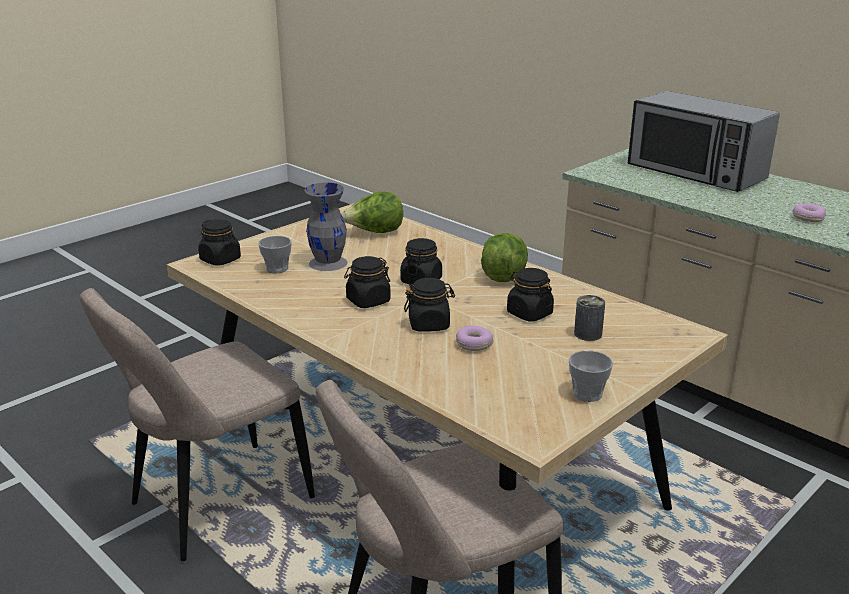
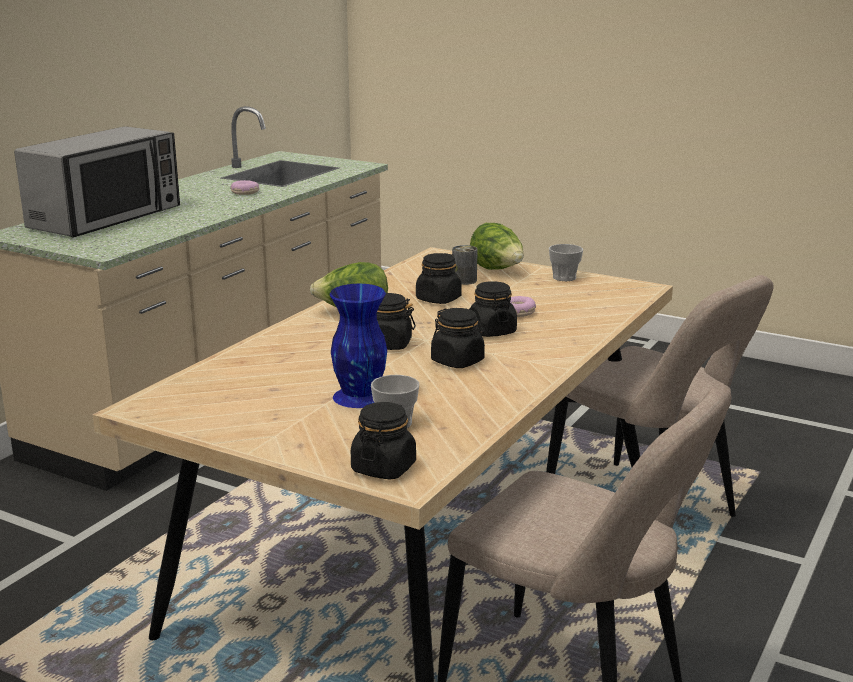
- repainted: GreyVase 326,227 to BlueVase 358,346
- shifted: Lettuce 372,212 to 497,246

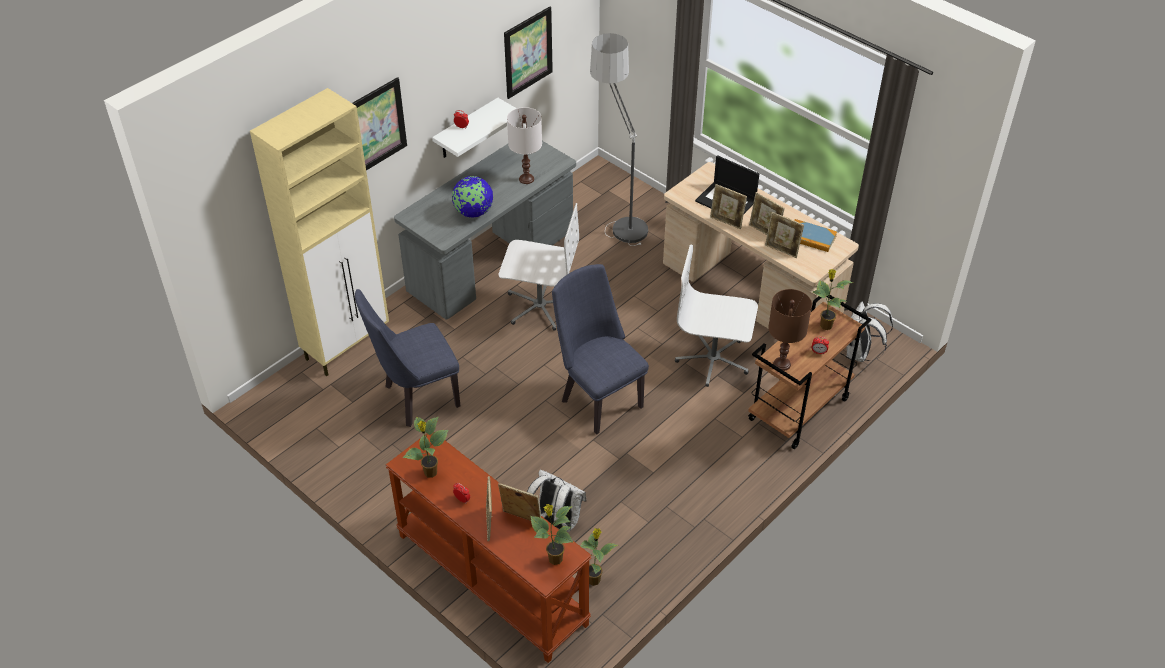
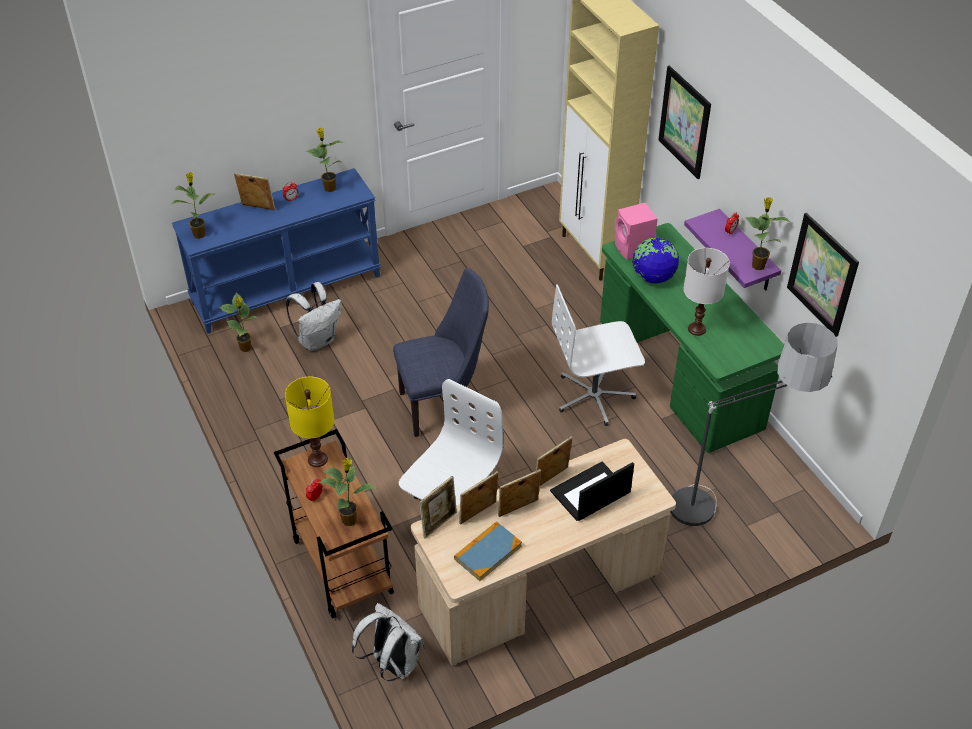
- repainted: BrownConsoleTable 489,547 to BlueConsoleTable 276,251
- repainted: BrownTableLamp 790,330 to YellowTableLamp 309,422
- shifted: PictureFrame 519,502 to 438,507
- rotated: WhiteOfficeChair 539,267 = 598,355 45 degrees clockwise
- repainted: GreyDesk 485,230 to GreenDesk 692,338
- new: PinkSpeaker 636,231
- repainted: WhiteShelf 474,128 to PurpleShelf 732,249
- new: PottedPlant 768,233
- gone: BlueChair 407,358

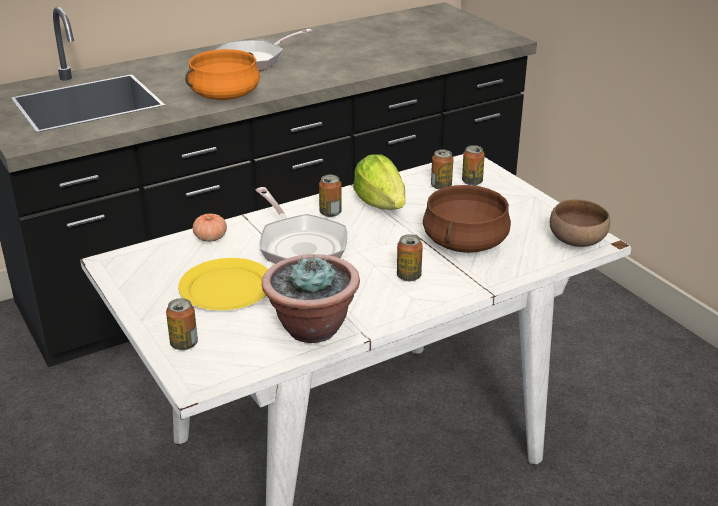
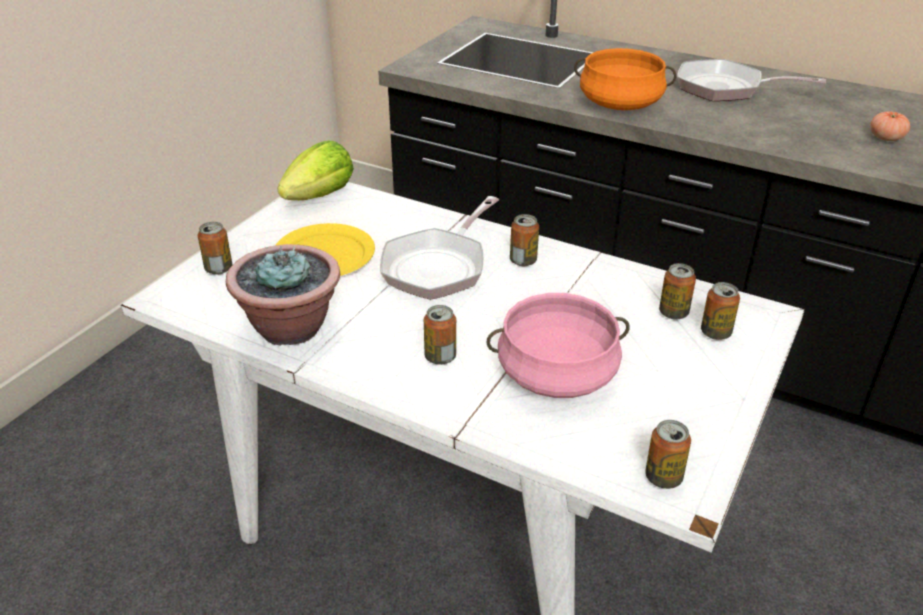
- shifted: Lettuce 379,182 to 315,170
- repainted: BrownCookingPot 467,219 to PinkCookingPot 558,345
- swapped: BrownBowl 580,223 to Can 668,454
- shifted: Tomato 210,228 to 890,126

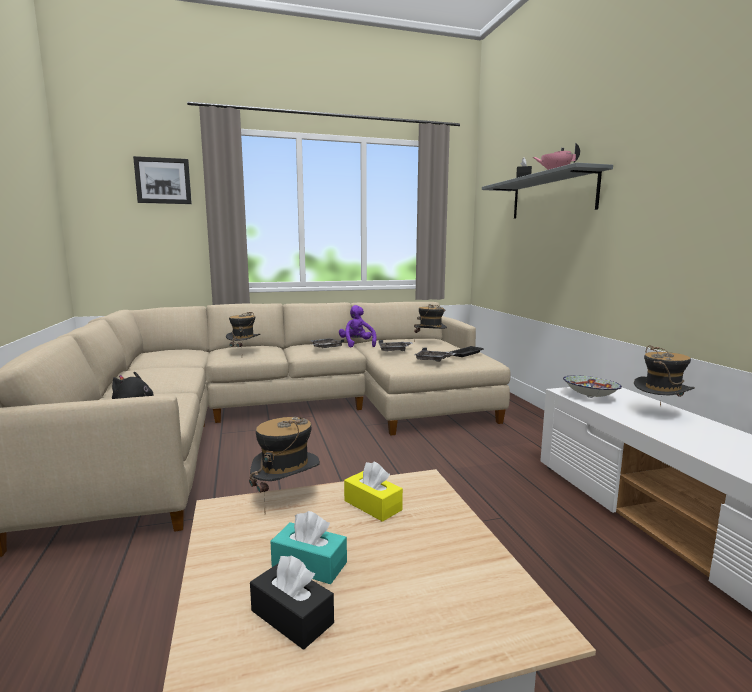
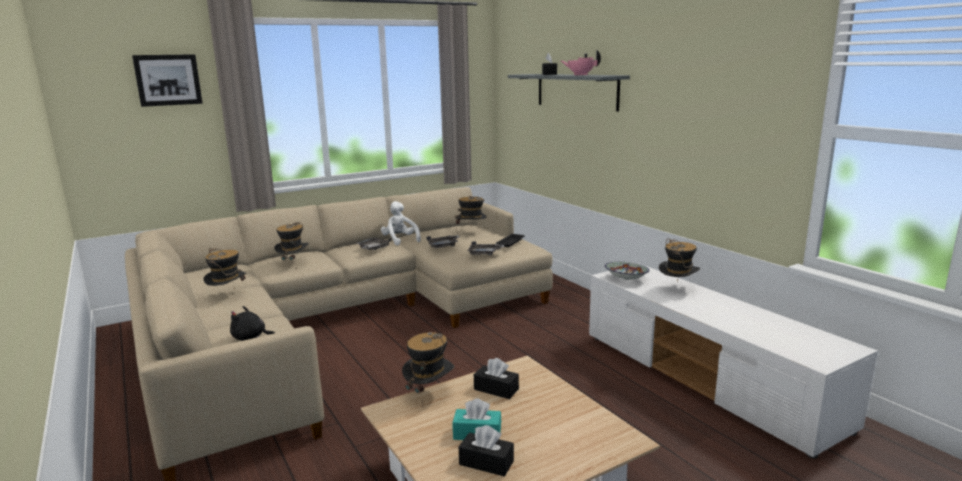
- new: Hat 225,268
- repainted: PurplePlushToy 357,326 to WhitePlushToy 401,223
- repainted: YellowTissueBox 373,491 to BlackTissueBox 496,378

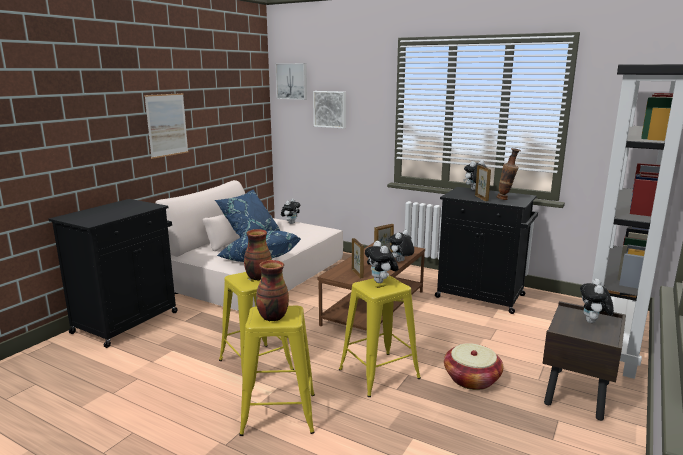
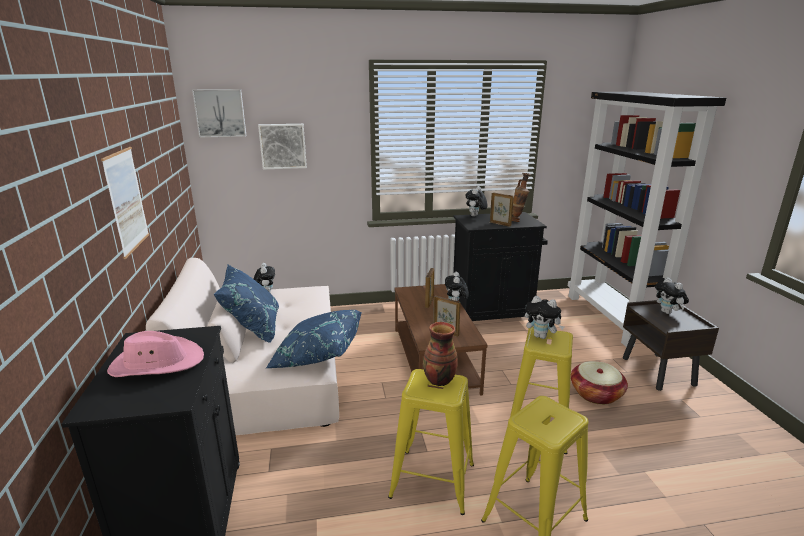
- new: PinkHat 155,354
- gone: Vase 272,290

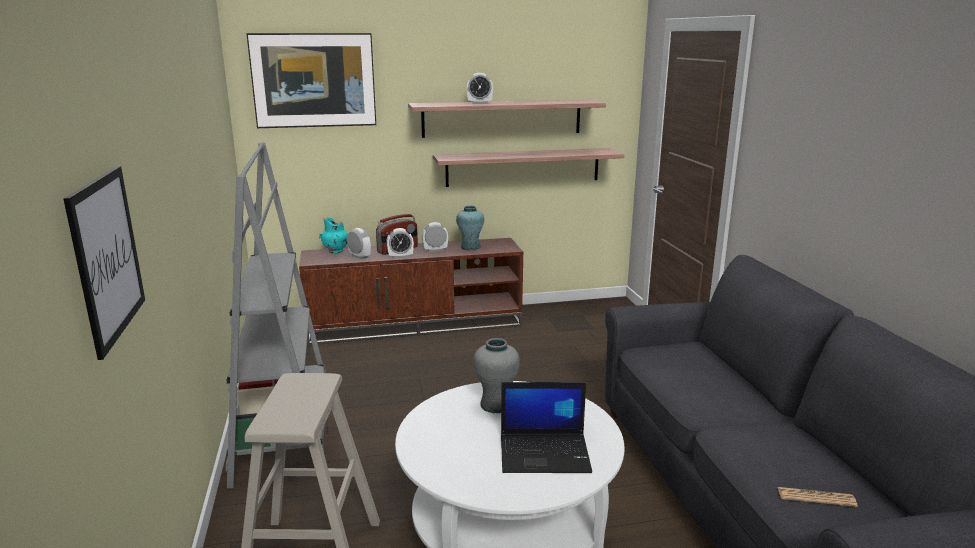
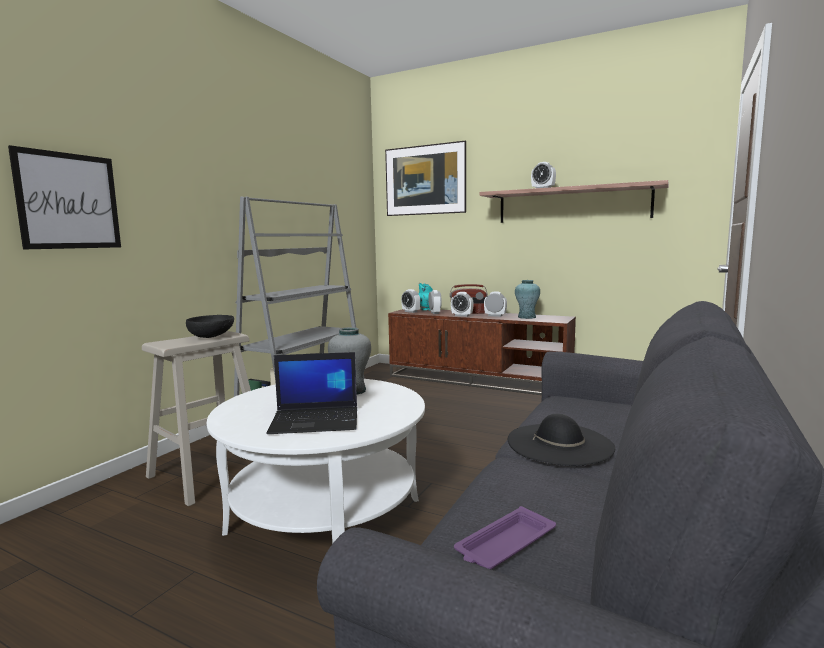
- new: BlackBowl 210,326
- rotated: Laptop 546,427 = 311,393 45 degrees counterclockwise
- new: AlarmClock 410,301
- swapped: Newspaper 817,497 to PurpleTray 505,537
- new: BlackHat 561,440
- gone: Shelf 529,167

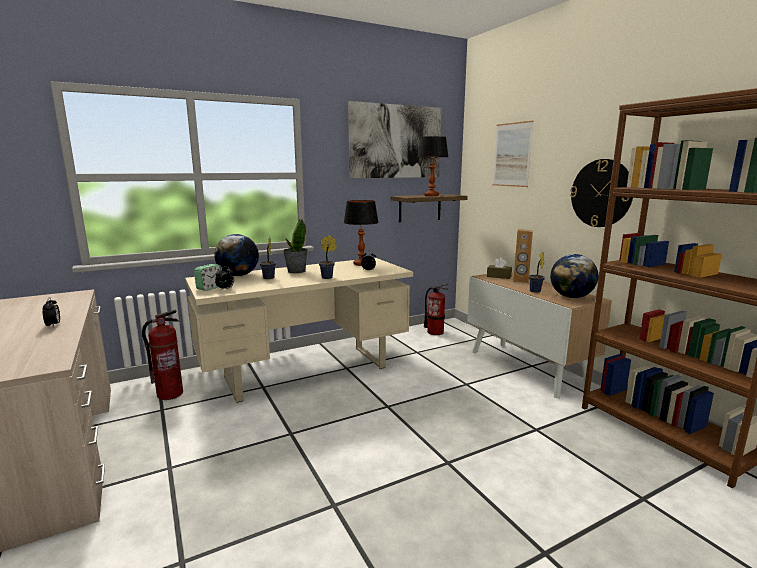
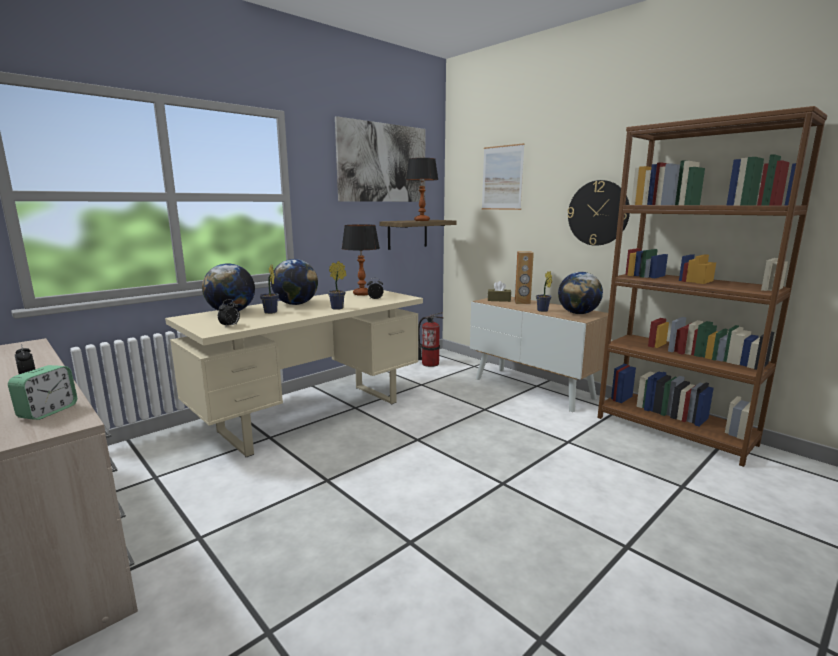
- shifted: AlarmClock 208,277 to 42,392
- swapped: PottedPlant 295,246 to Globe 294,282
- gone: FireExtinguisher 162,354

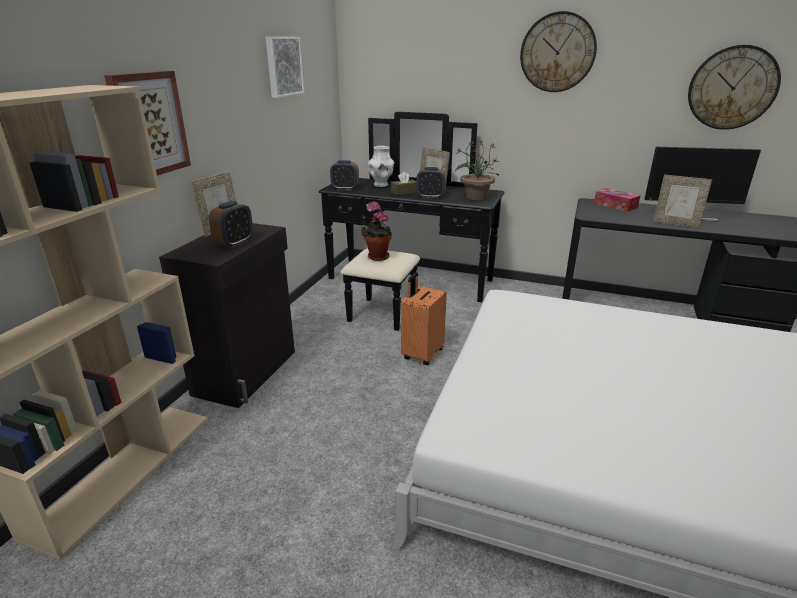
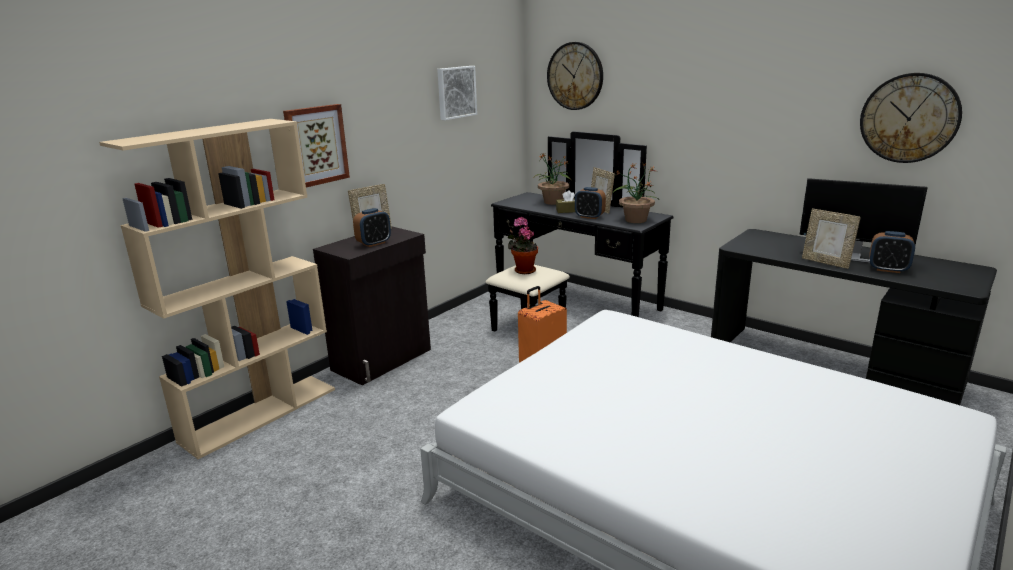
- swapped: WhiteVase 381,166 to PottedPlant 552,179
- shifted: WallClock 558,51 to 575,76
- shifted: AlarmClock 344,175 to 892,252
- gone: TissueBox 617,200

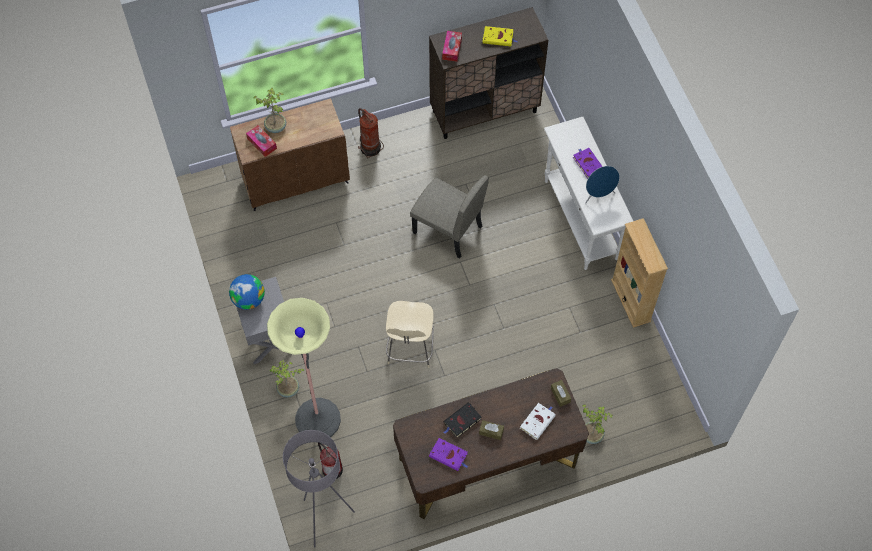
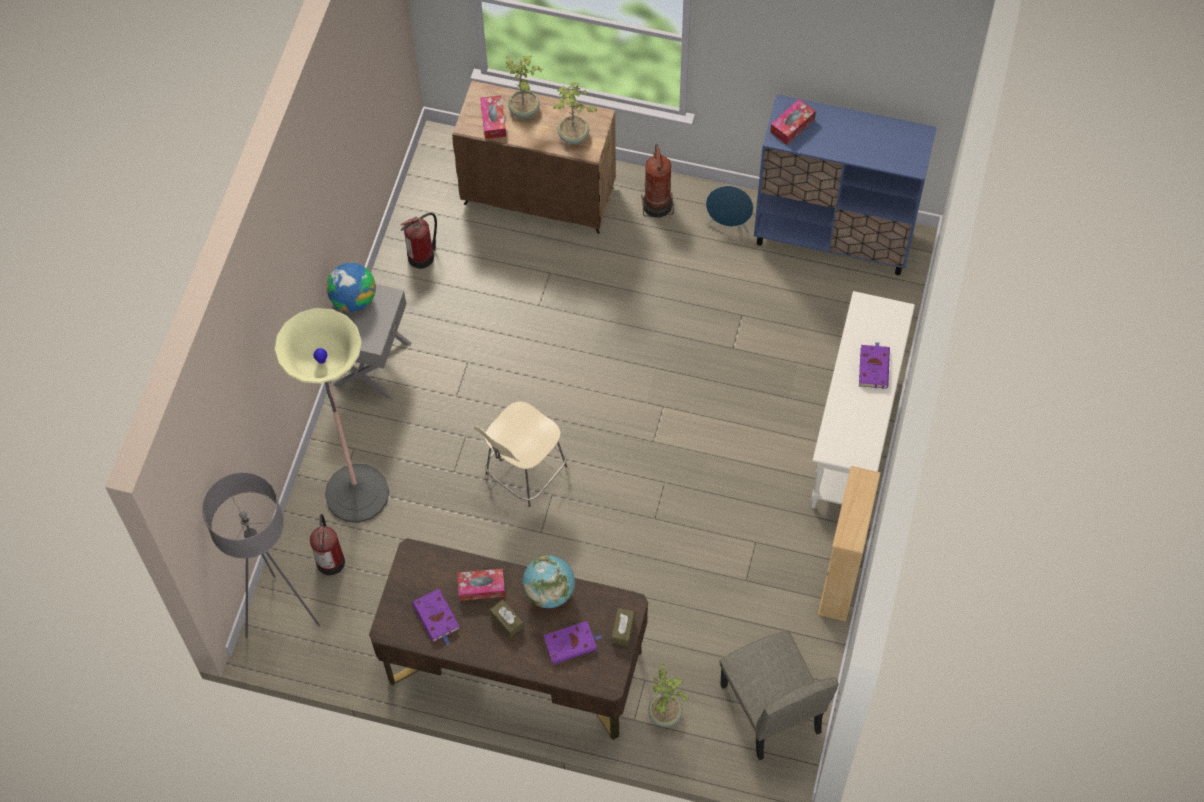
- new: FireExtinguisher 418,240
- swapped: BlackBook 462,420 to TissueBox 481,585
- new: Globe 549,582
- repainted: WhiteBook 538,421 to PurpleBook 572,642
- shifted: PottedPlant 287,379 to 575,113
- shifted: BlueSpeaker 602,184 to 730,209
- shifted: BeigeChair 449,216 to 779,695
- repainted: BrownCabinet 488,73 to BlueCabinet 845,184
- gone: YellowBook 500,36

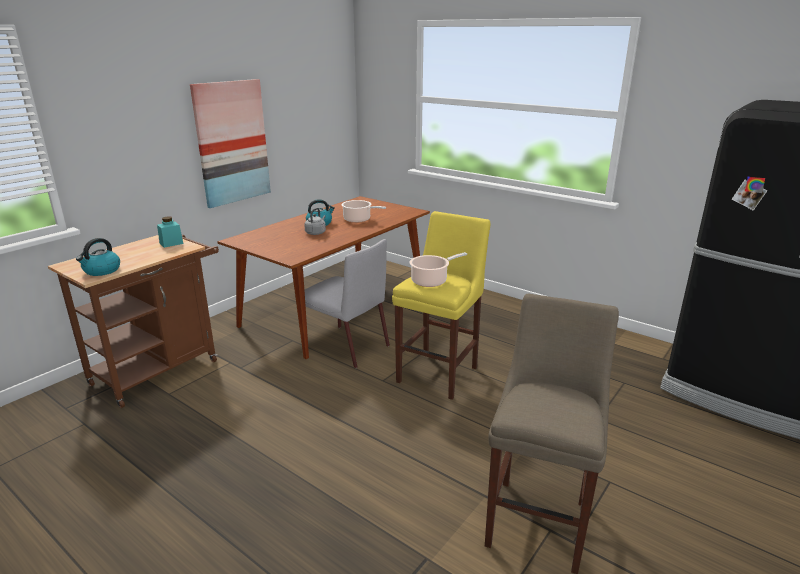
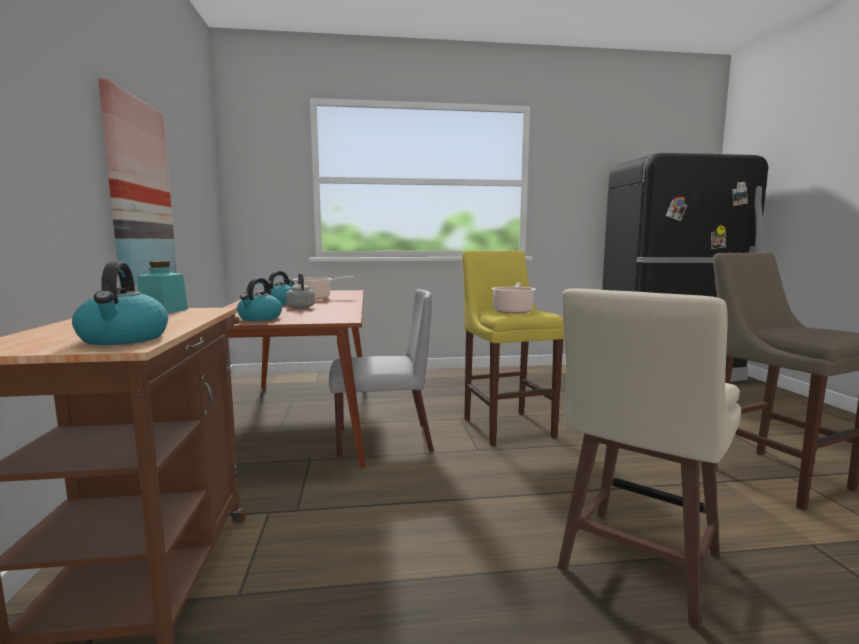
- new: Kettle 259,299
- new: BeigeStool 649,458

